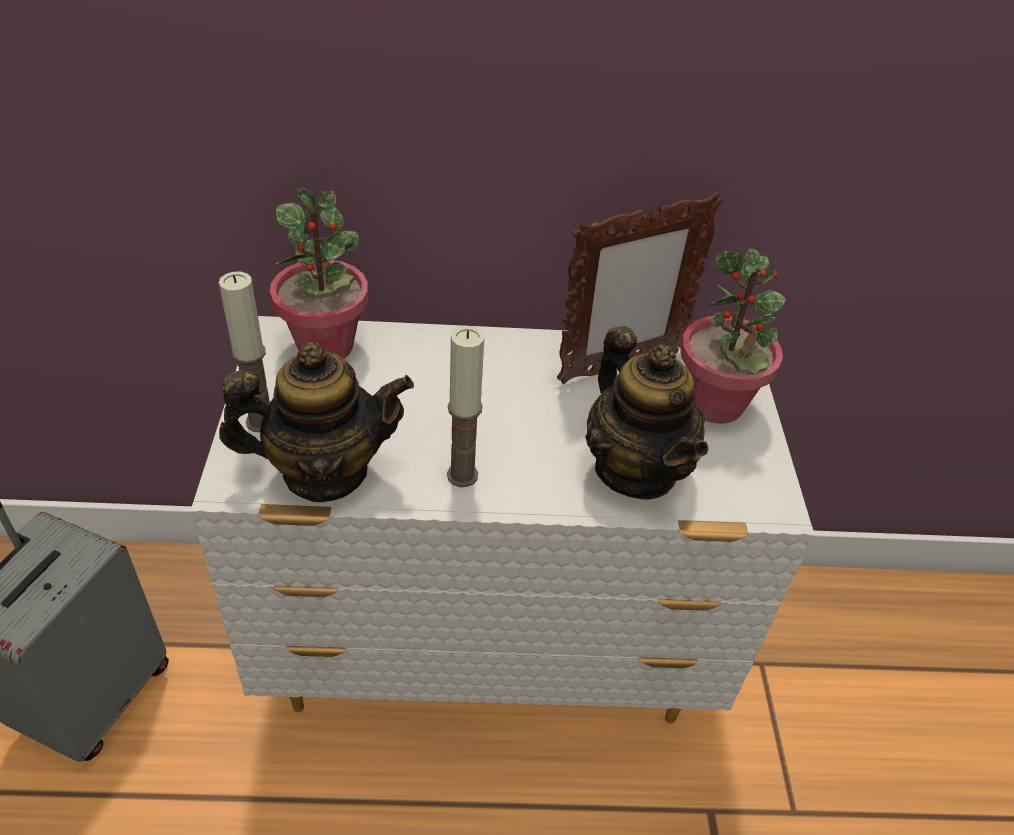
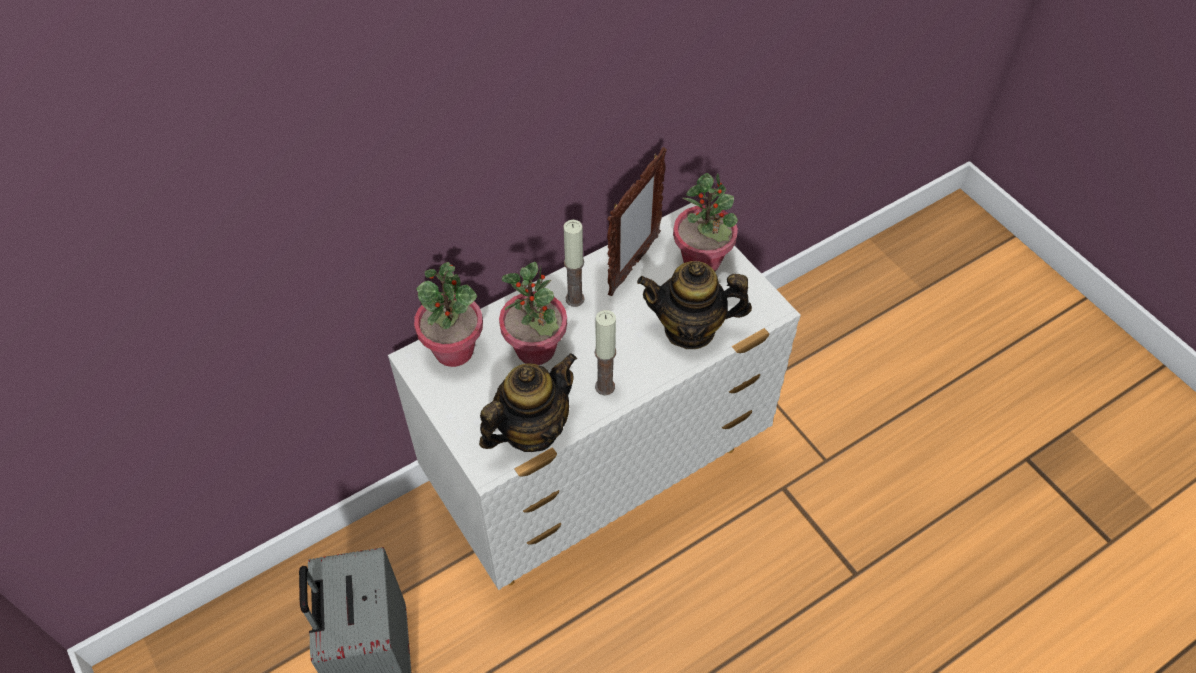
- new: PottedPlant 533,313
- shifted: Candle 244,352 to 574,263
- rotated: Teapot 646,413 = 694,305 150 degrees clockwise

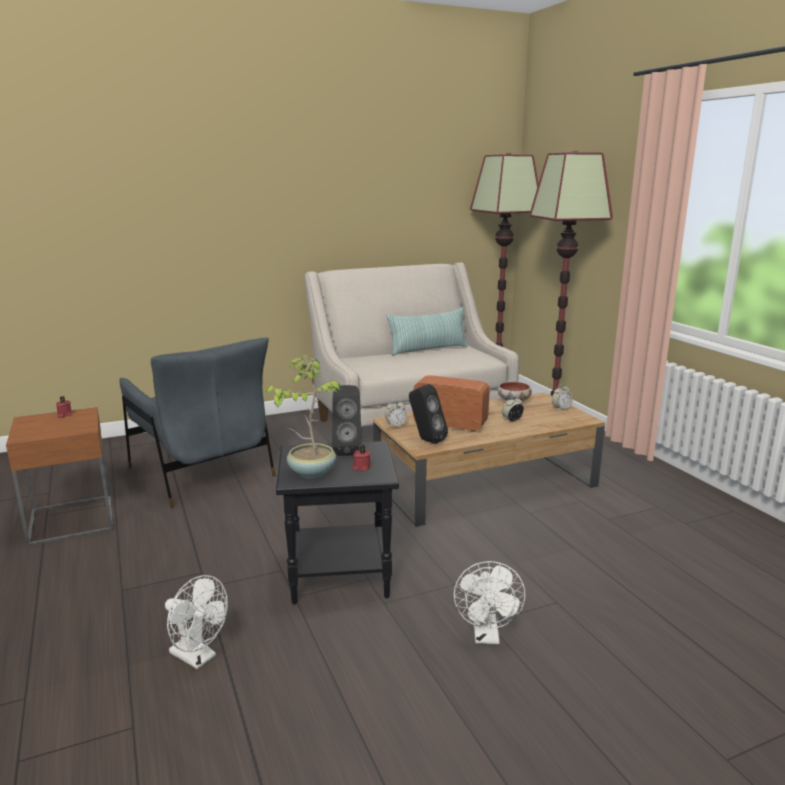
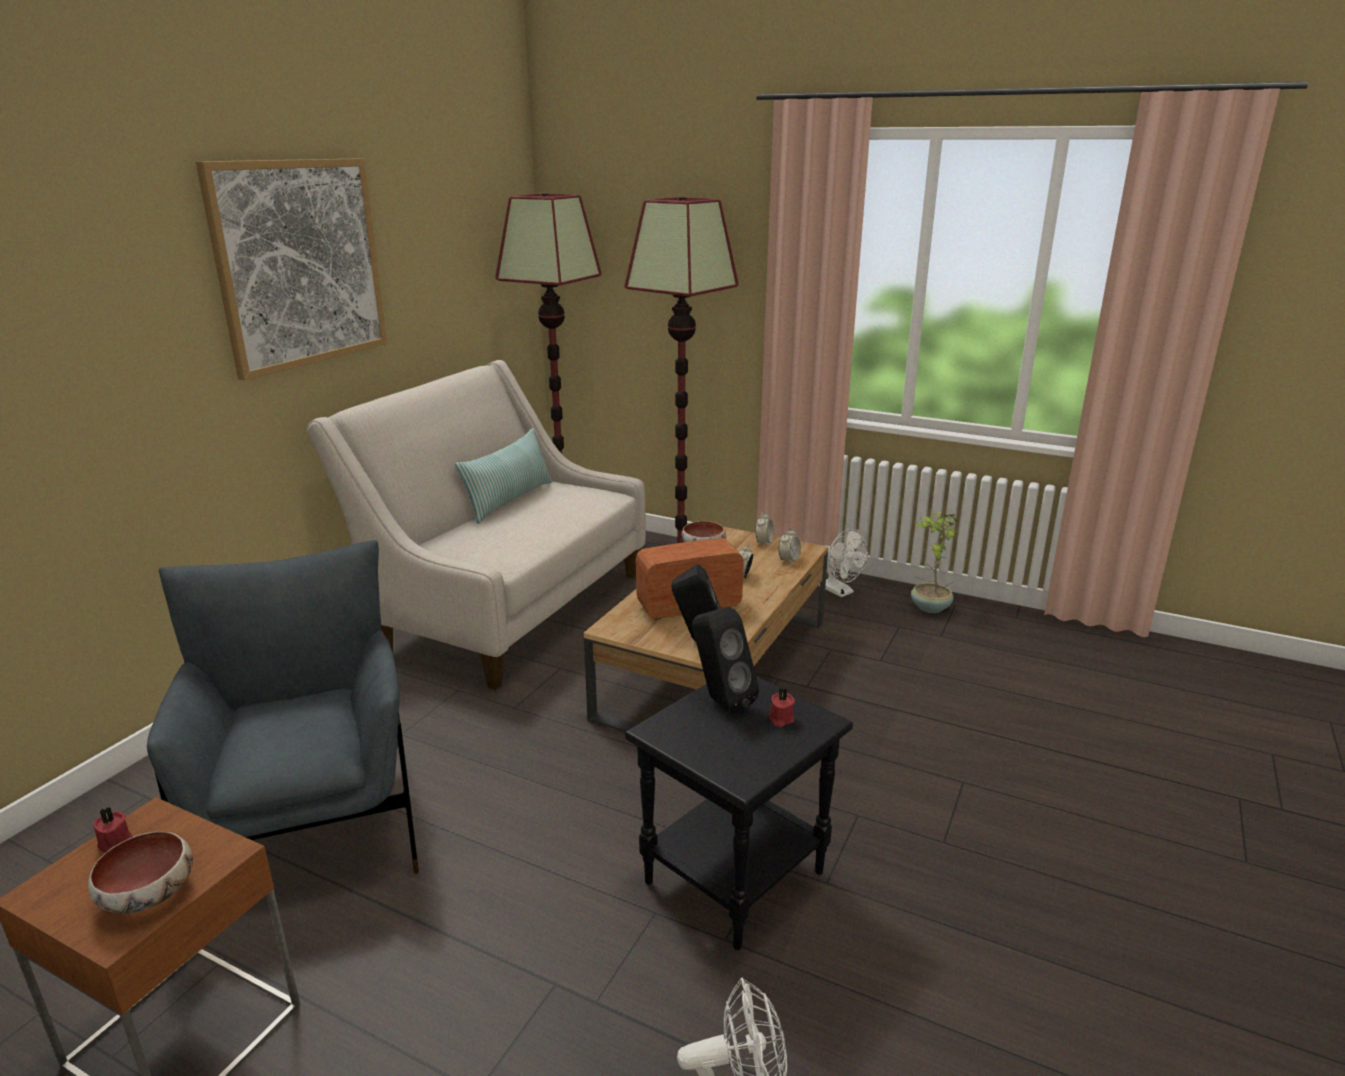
- new: Bowl 140,872
- rotated: GreyArmchair 197,423 = 283,707 120 degrees counterclockwise
- new: Picture 291,269
- shifted: AlarmClock 396,413 to 790,545
- shifted: WhiteFan 490,602 to 843,563
- shifted: PottedPlant 303,417 to 934,563

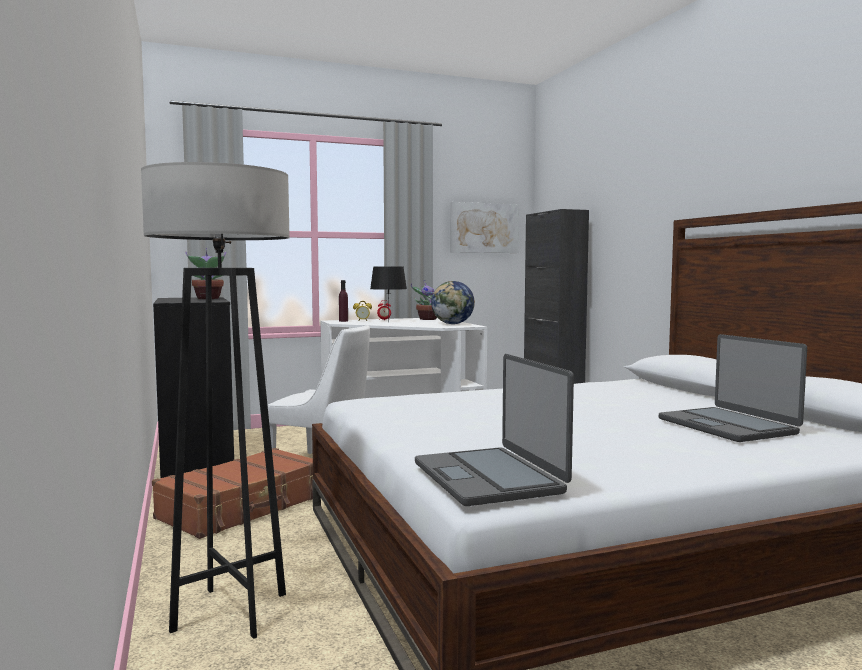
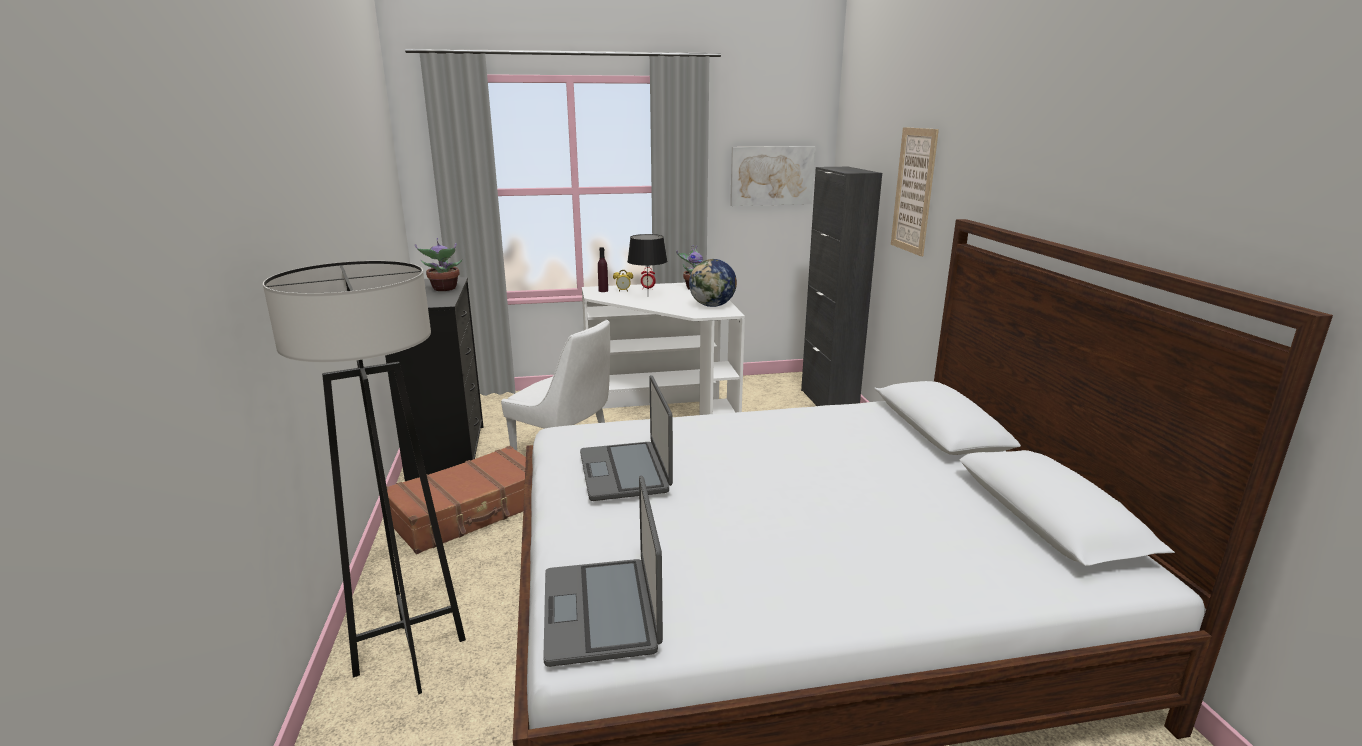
- shifted: Laptop 733,388 to 626,438
- new: Picture 915,191

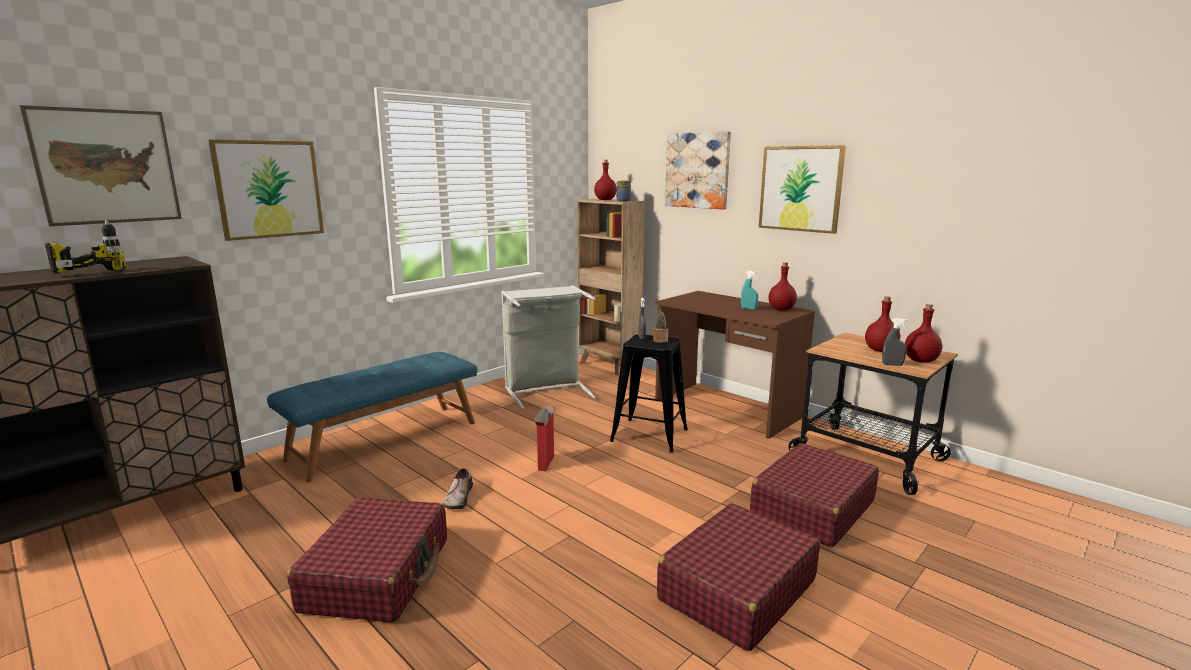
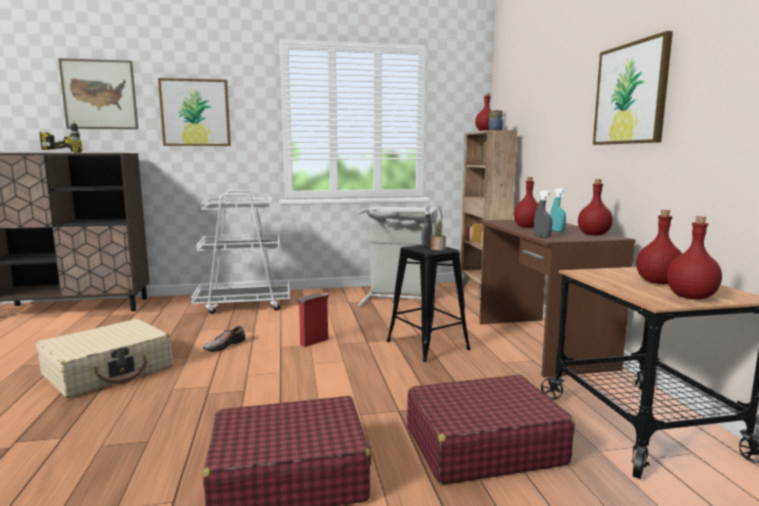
- repainted: RedSuitcase 367,560 to BeigeSuitcase 105,358
- swapped: BlueBench 372,417 to WhiteCart 240,252
- new: RedBottle 526,202
- shifted: GreySprayBottle 895,342 to 543,214
- gone: Picture 698,170

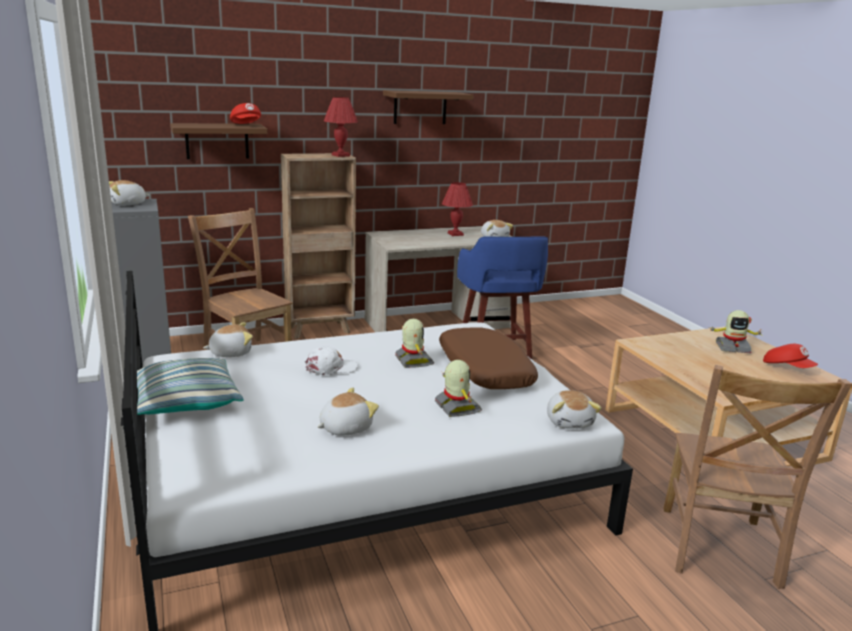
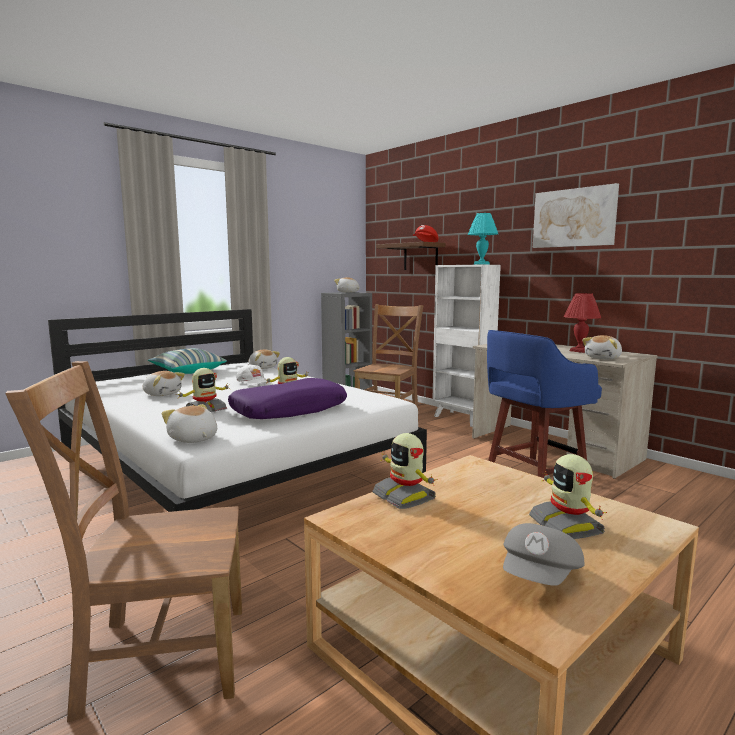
- rotated: PlushToy 574,409 = 189,423 75 degrees clockwise
- repainted: BrownPillow 488,358 to PurplePillow 287,398
- new: ToyRobot 405,471
- repainted: BrownBookcase 318,246 to WhiteBookcase 466,346
- repainted: RedTableLamp 341,127 to TurquoiseTableLamp 483,239
- repainted: RedCap 790,356 to GreyCap 544,554
- swapped: BrownShelf 428,107 to Picture 576,215

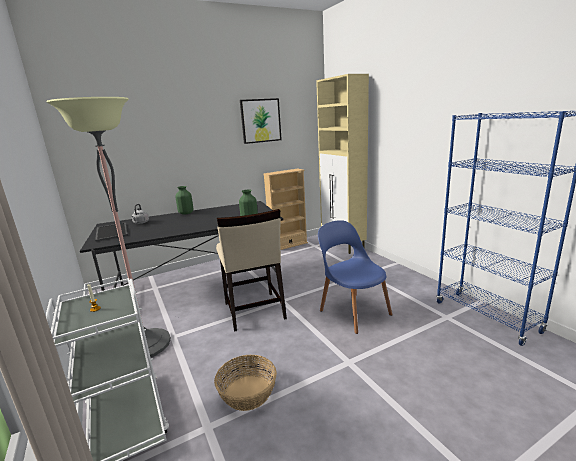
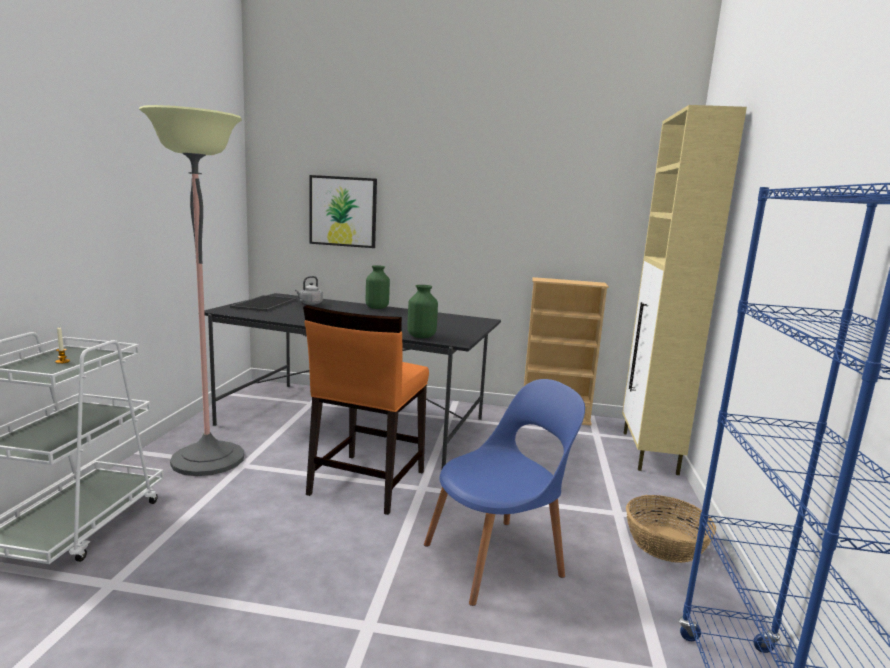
- repainted: BeigeChair 251,270 to OrangeChair 366,410
- shifted: Picture 261,121 to 343,211
- rotated: BlueChair 355,277 = 504,492 60 degrees clockwise
- shifted: Basket 245,383 to 671,529

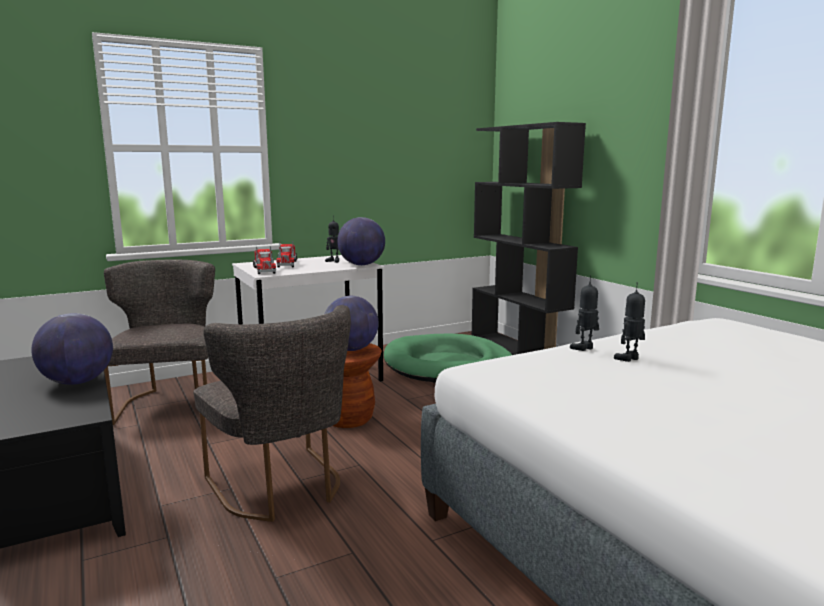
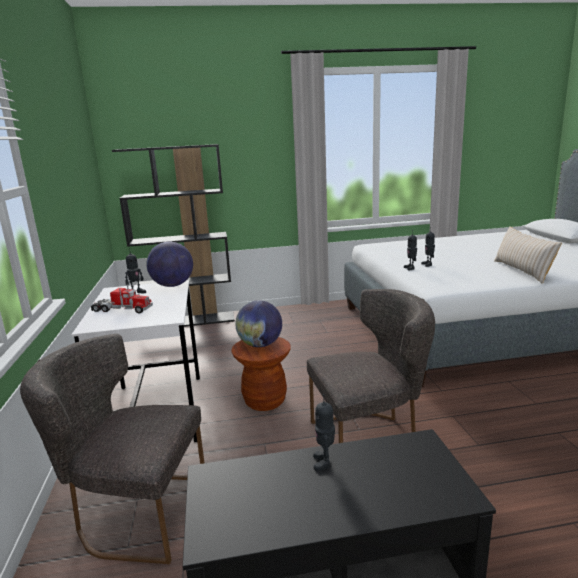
- swapped: Globe 72,349 to ToyRobot 324,432
- new: BeigePillow 528,255
- gone: ToyTruck 264,260
- gone: GreenDogBed 448,357

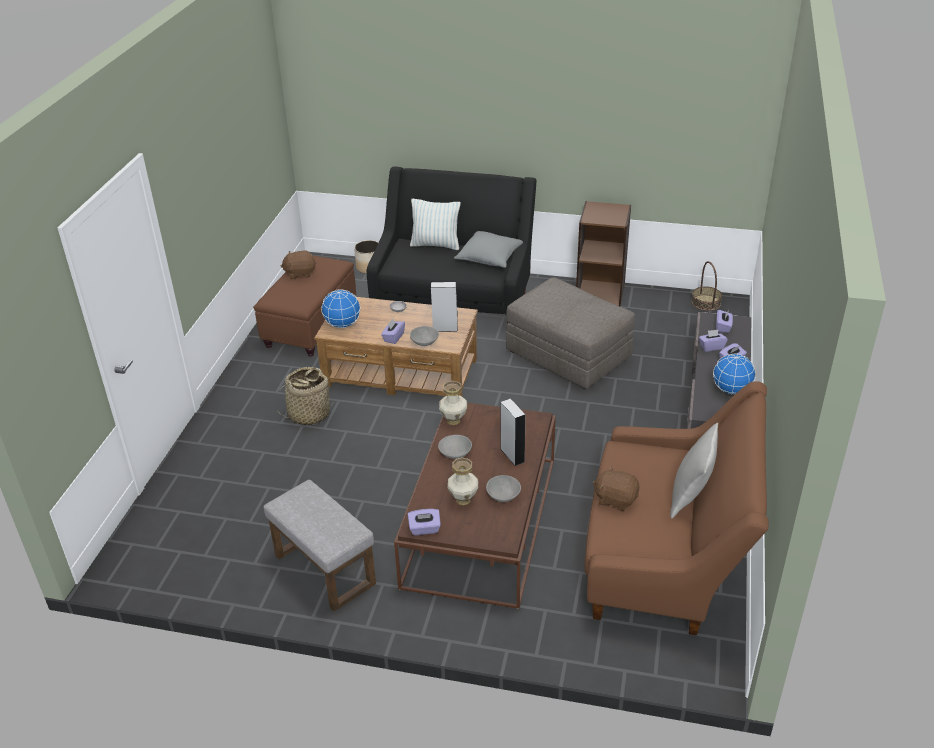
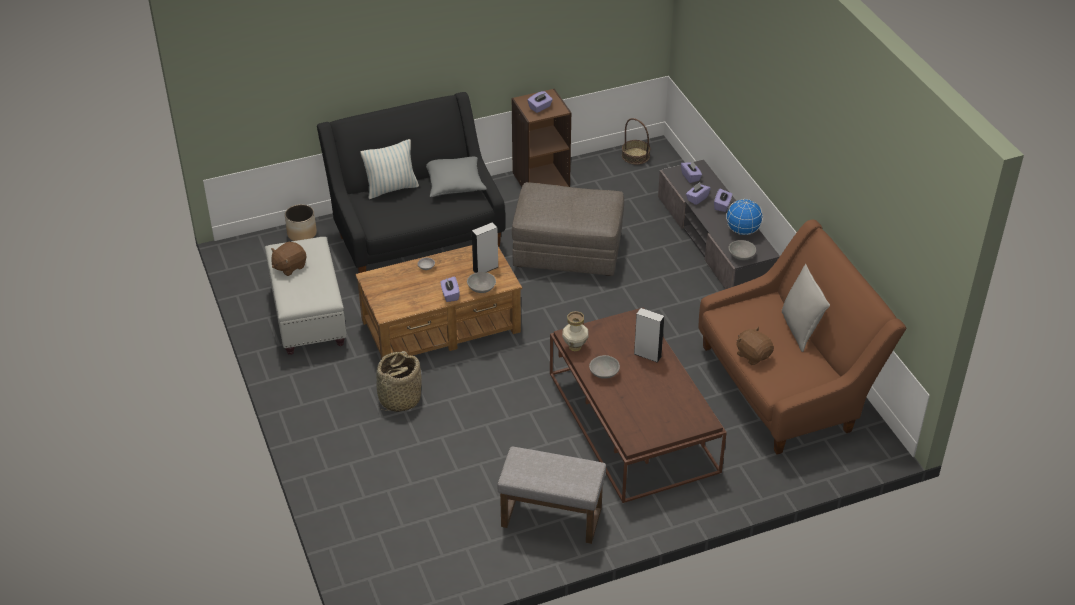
- repainted: BrownOttoman 304,306 to WhiteOttoman 306,296
- shifted: PurpleTissueBox 424,522 to 540,102
- shifted: GreyBowl 503,488 to 742,250
- rotated: BrownPlushToy 616,488 = 755,346 60 degrees clockwise
- gone: Globe 340,308
- gone: Vase 462,481

